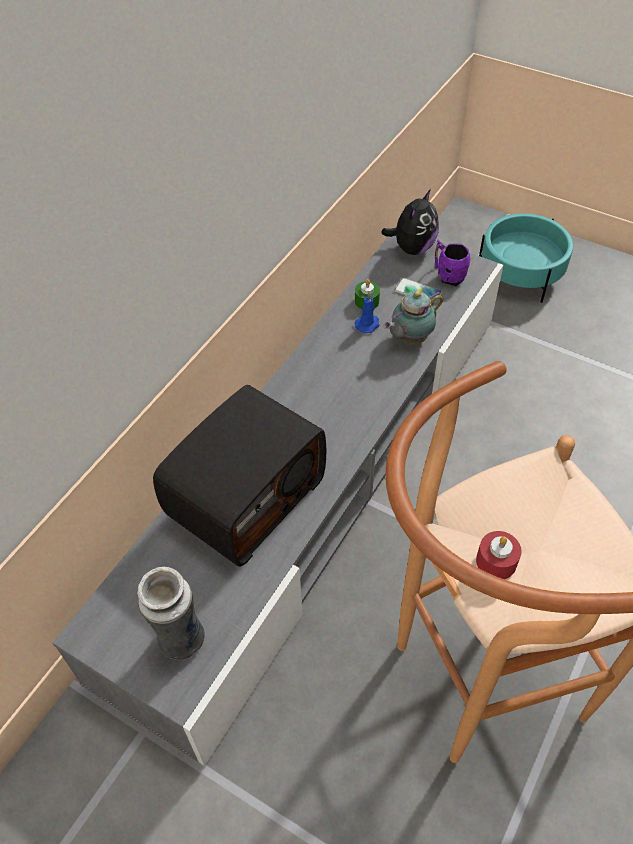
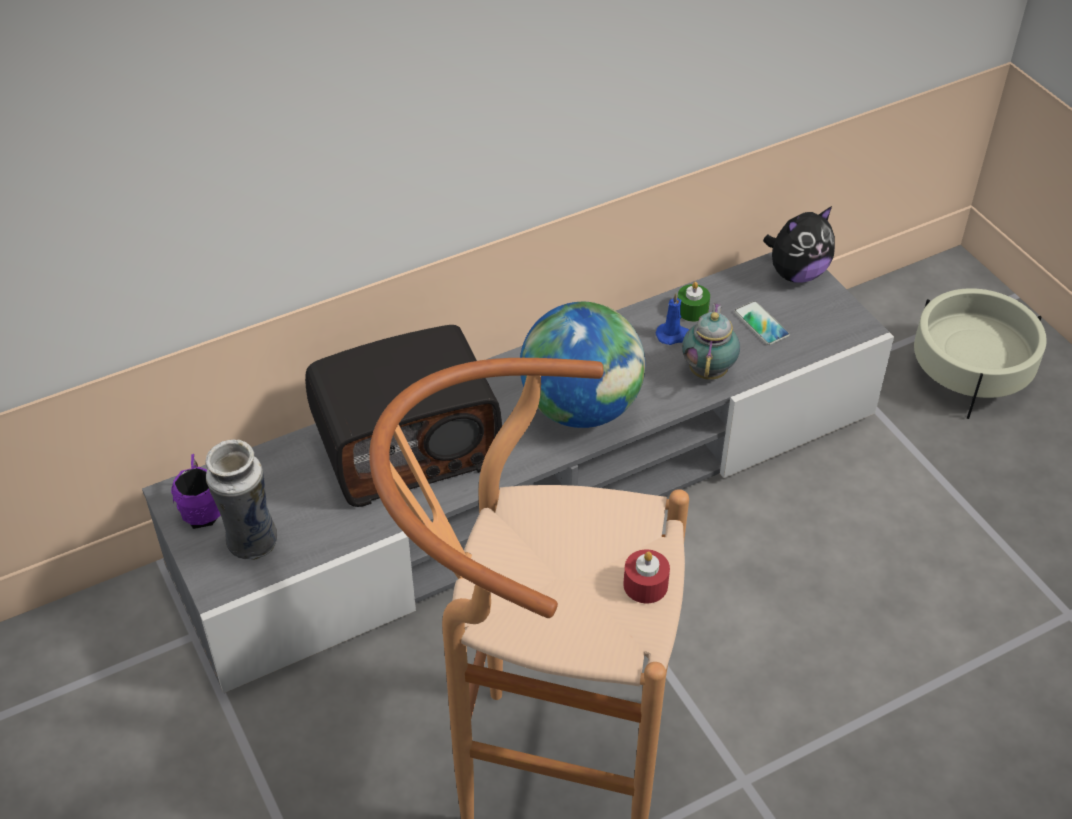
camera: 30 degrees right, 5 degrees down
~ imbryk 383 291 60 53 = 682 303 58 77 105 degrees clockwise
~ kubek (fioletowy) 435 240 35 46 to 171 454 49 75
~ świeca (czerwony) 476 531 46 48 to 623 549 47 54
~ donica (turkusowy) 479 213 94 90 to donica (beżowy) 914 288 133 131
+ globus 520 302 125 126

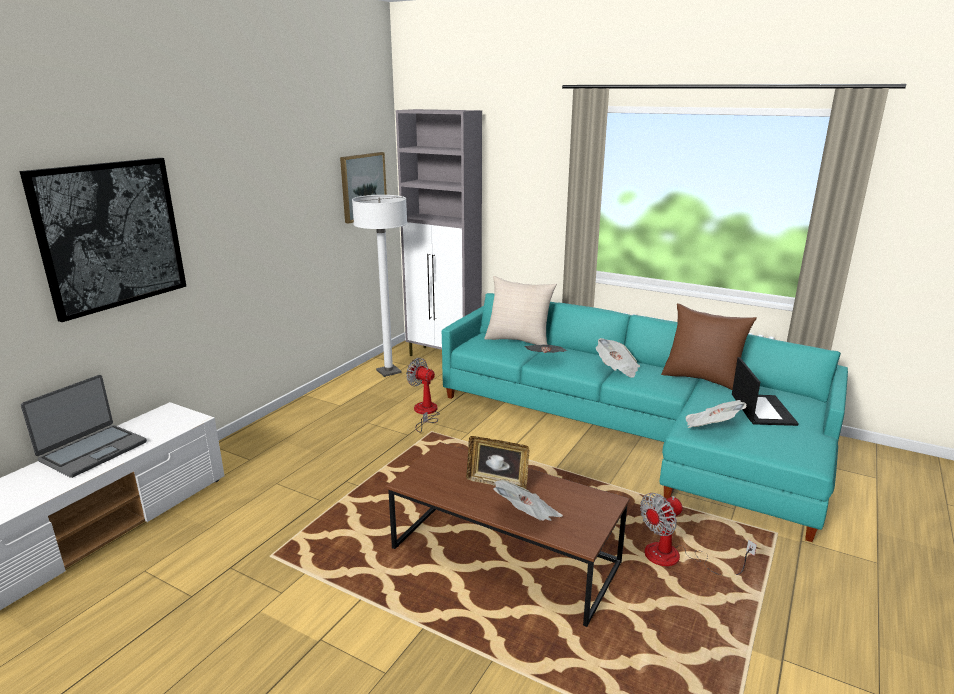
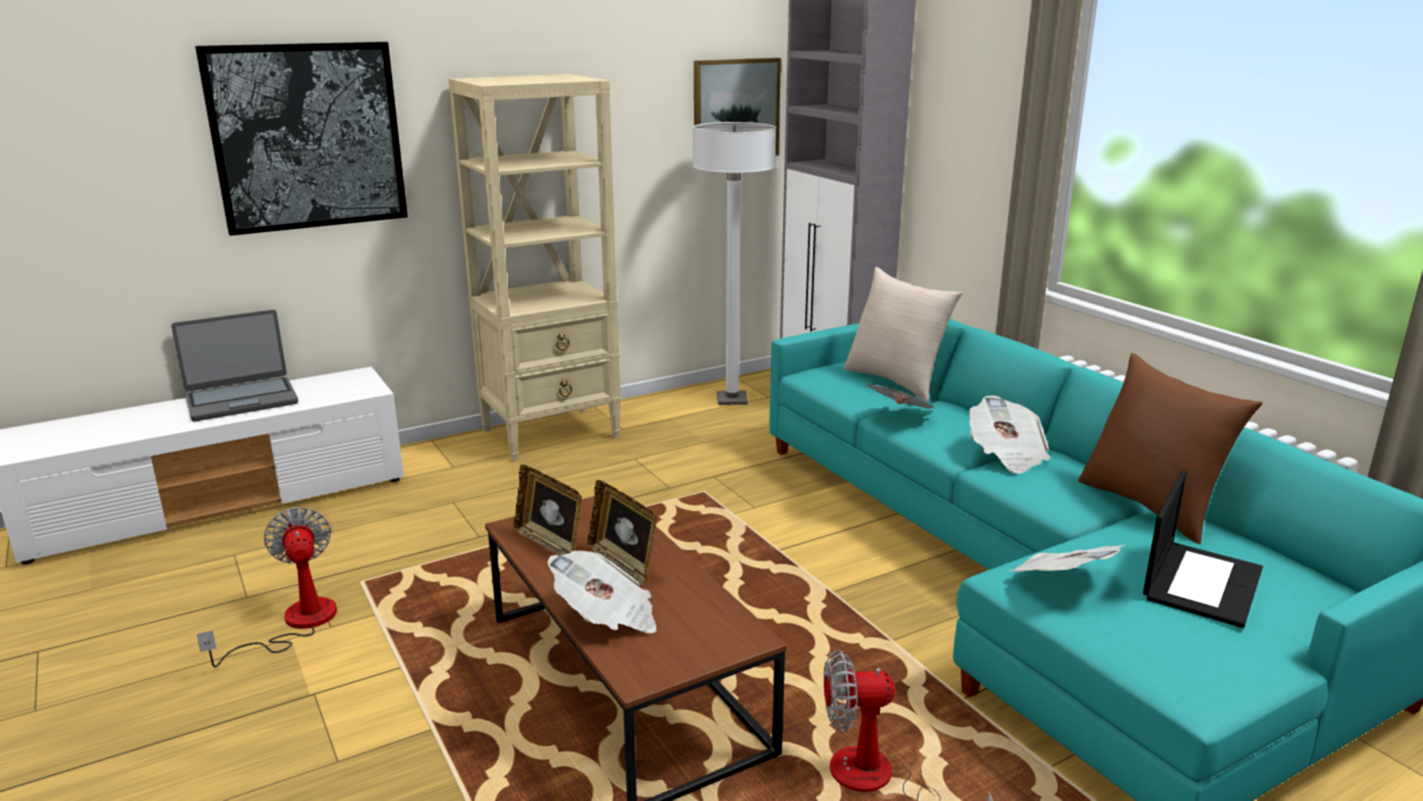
camera: 30 degrees right, 0 degrees up
~ wentylator 406 358 34 75 to 197 507 140 160
+ regał (beżowy) 449 74 172 387
+ ramka na zdjęcie 513 465 69 90

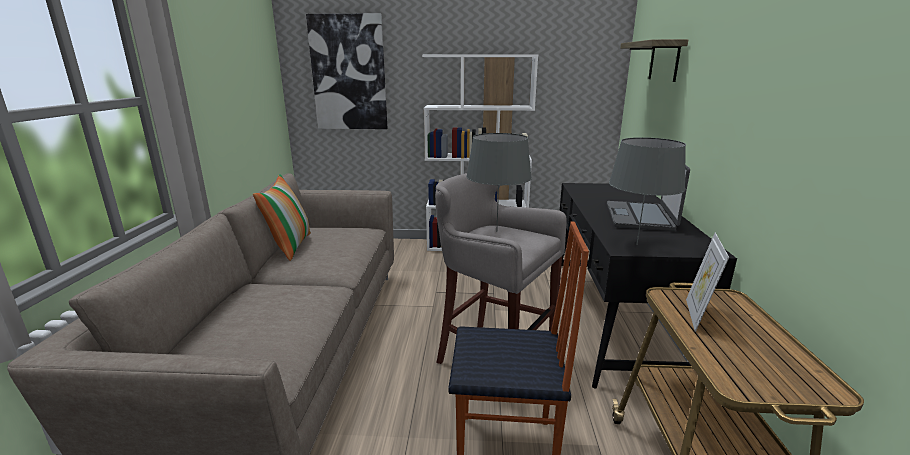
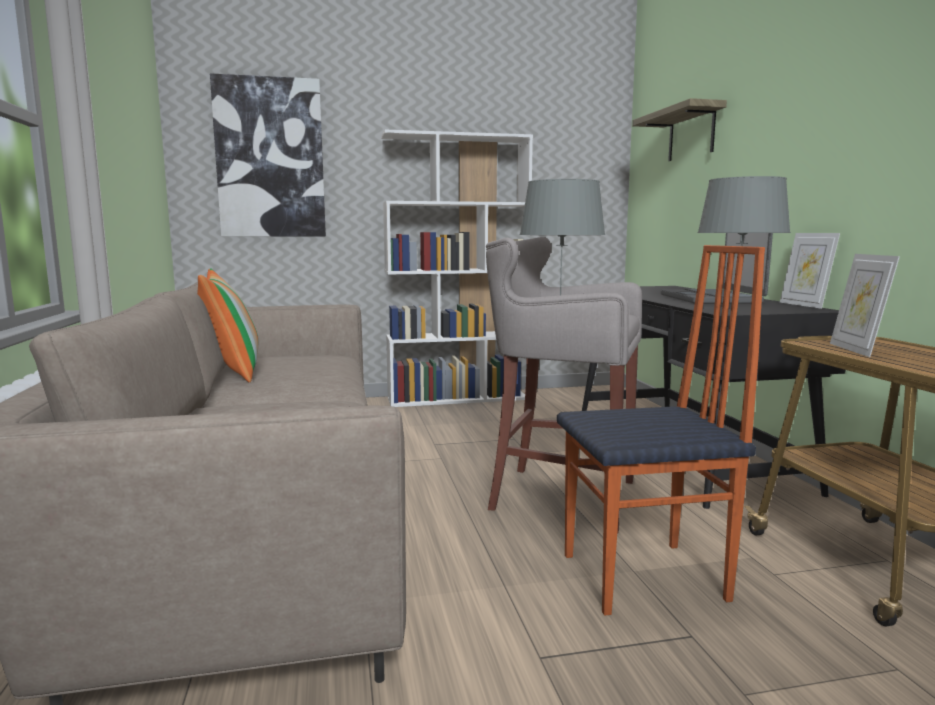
camera: 15 degrees left, 10 degrees down
+ ramka na zdjęcie 780 233 60 76

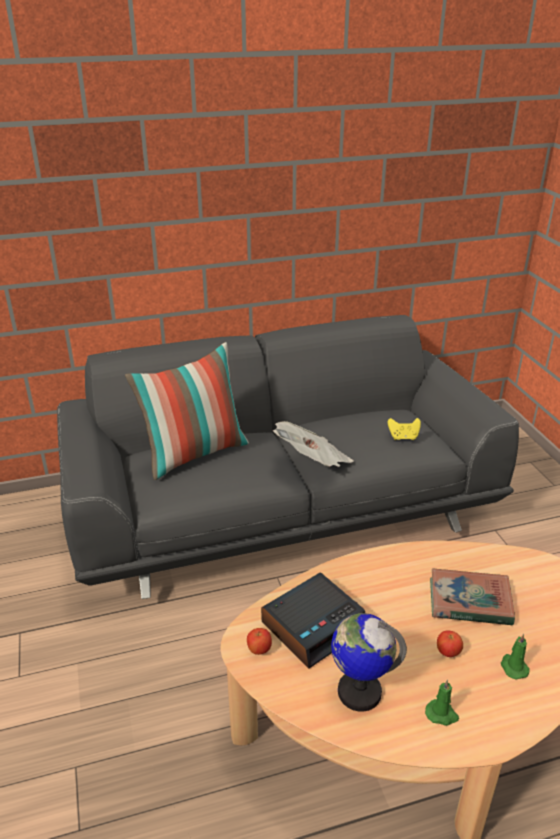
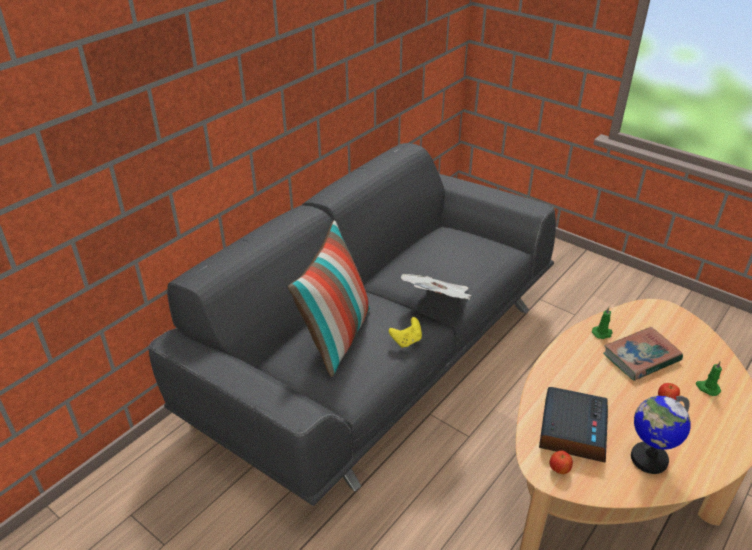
camera: 35 degrees left, 5 degrees up
~ pad do gier (żółty) 388 418 33 22 to 389 317 33 31
~ świeca (zielony) 425 679 34 47 to 592 307 21 32

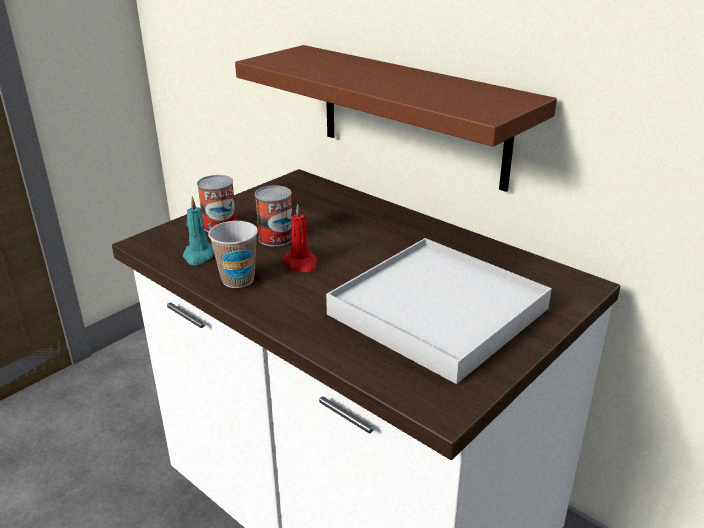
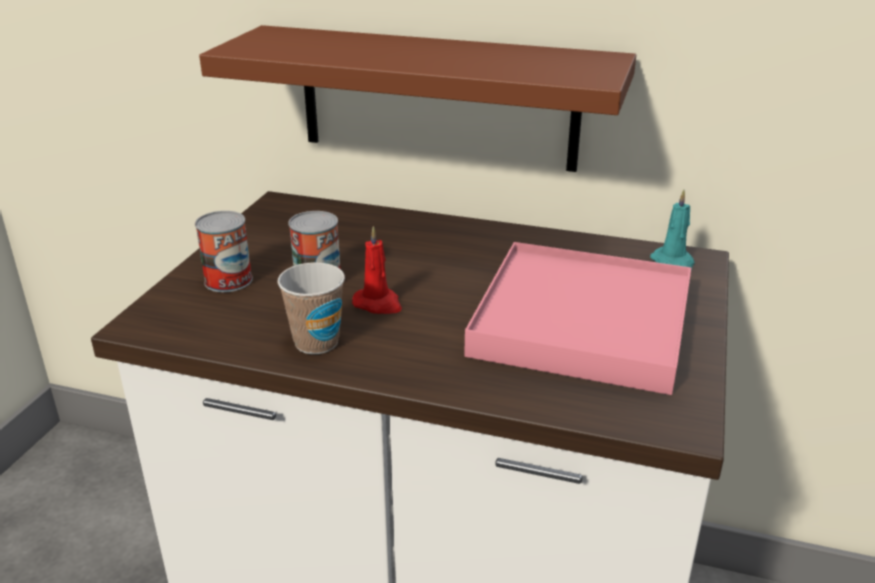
camera: 25 degrees left, 0 degrees up
~ świeca (turkusowy) 183 197 31 68 to 650 190 45 80
~ taca (biały) 326 238 226 146 to taca (różowy) 464 242 227 153

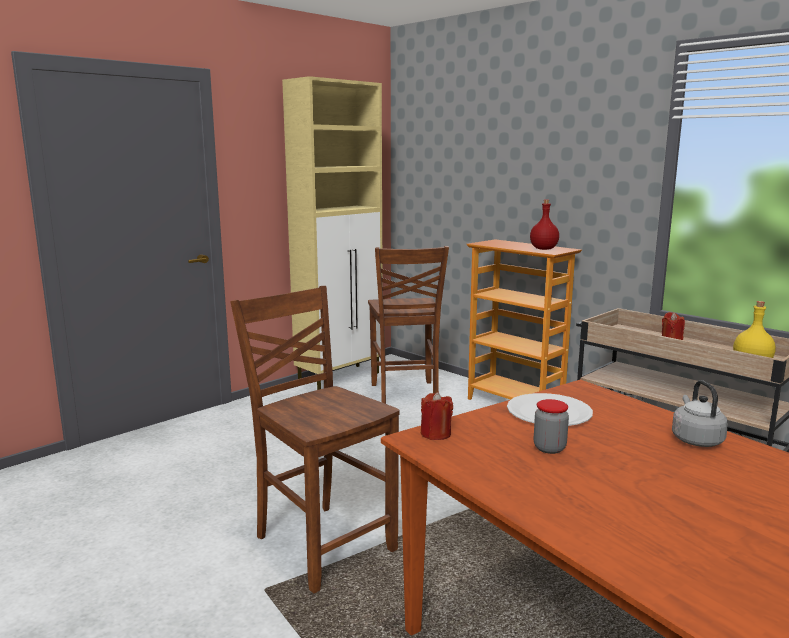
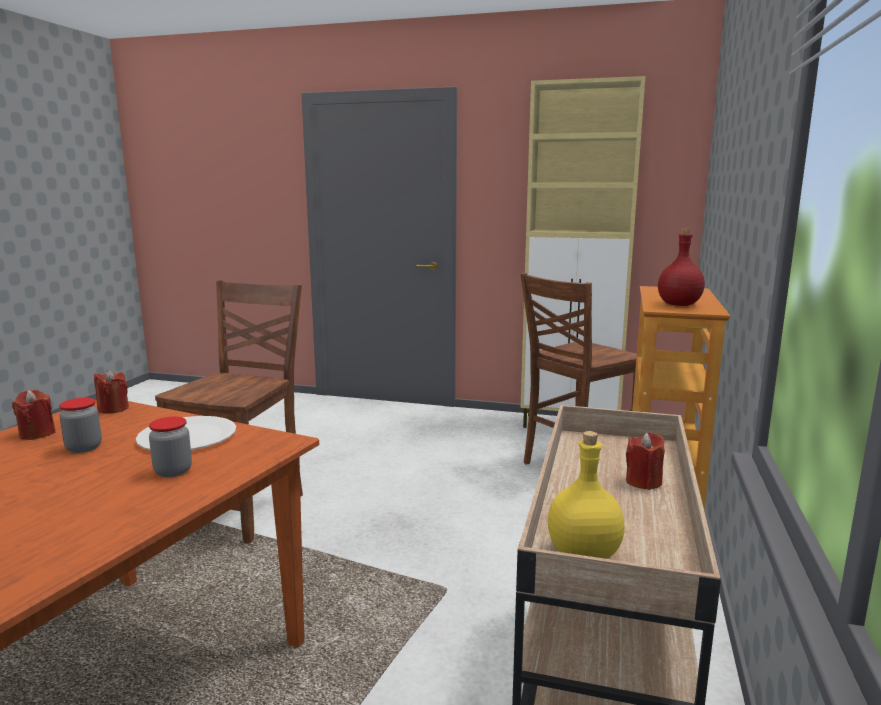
camera: 60 degrees right, 0 degrees up
- czajnik (szary) 672 380 56 67
+ świeca (czerwony) 12 390 44 50
+ słoik 149 417 43 60

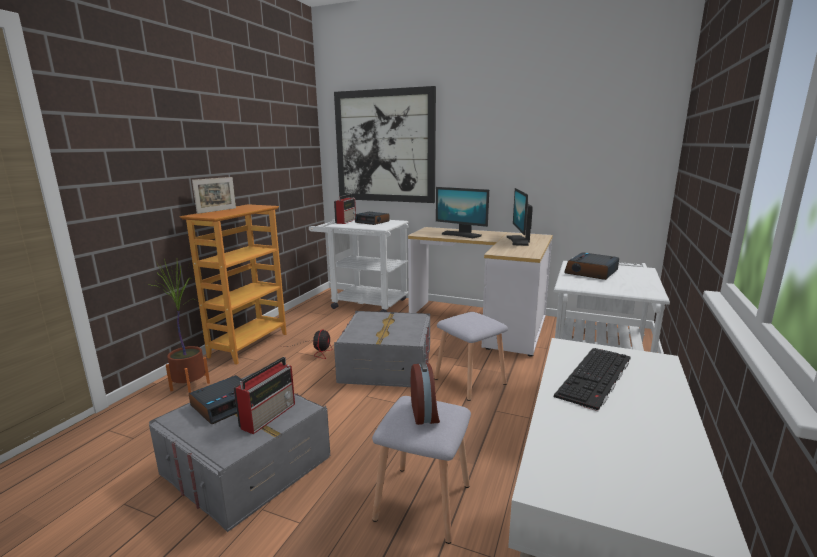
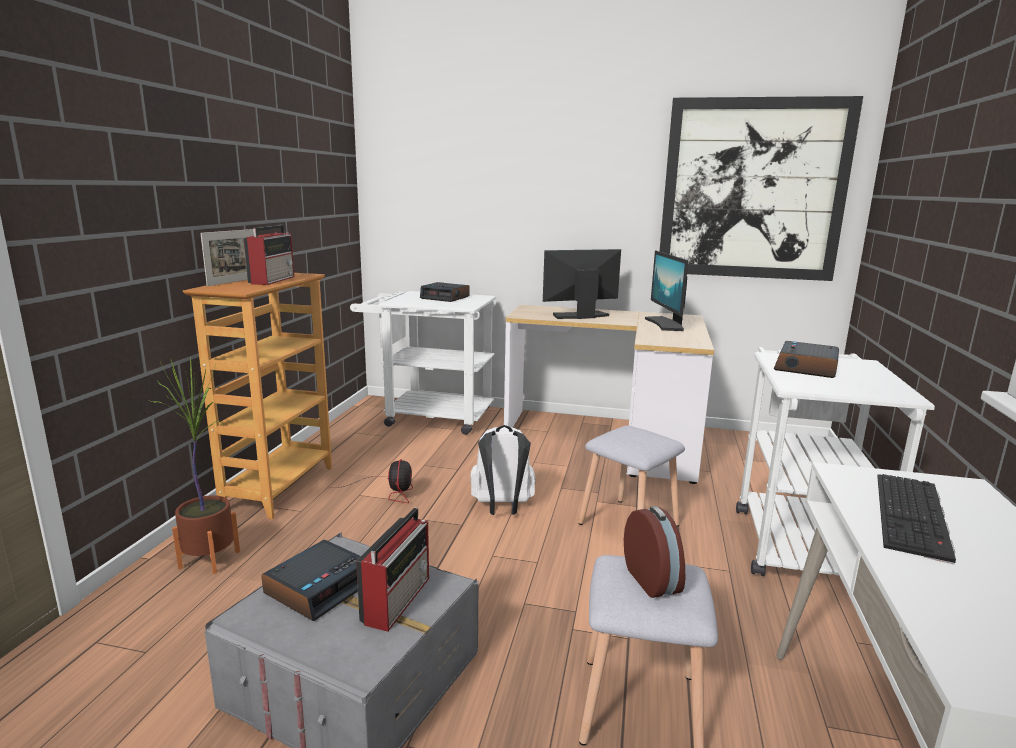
camera: 10 degrees left, 0 degrees up
~ obraz 334 86 102 117 to 659 96 204 185
~ radio 334 194 22 30 to 244 225 51 60
~ pojemnik do przechowywania (szary) 334 311 96 76 to plecak (biały) 470 425 65 90
~ monitor 436 187 53 51 = 543 249 78 70 135 degrees clockwise

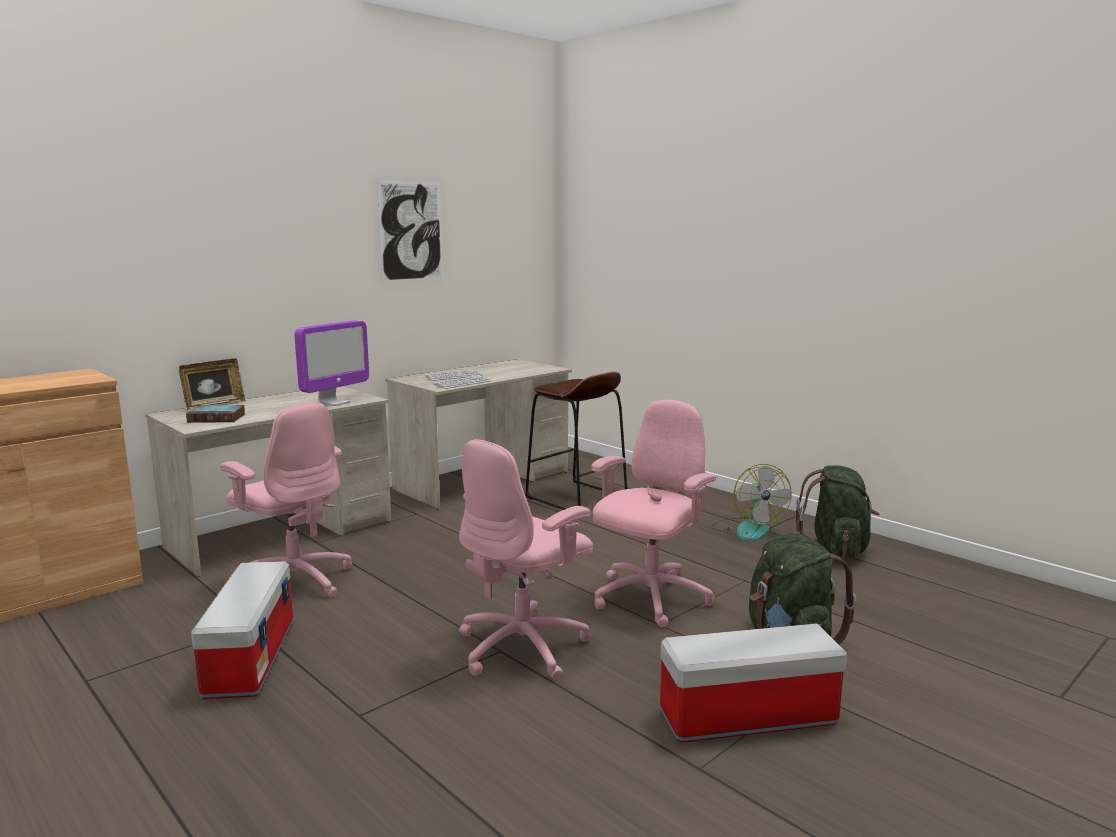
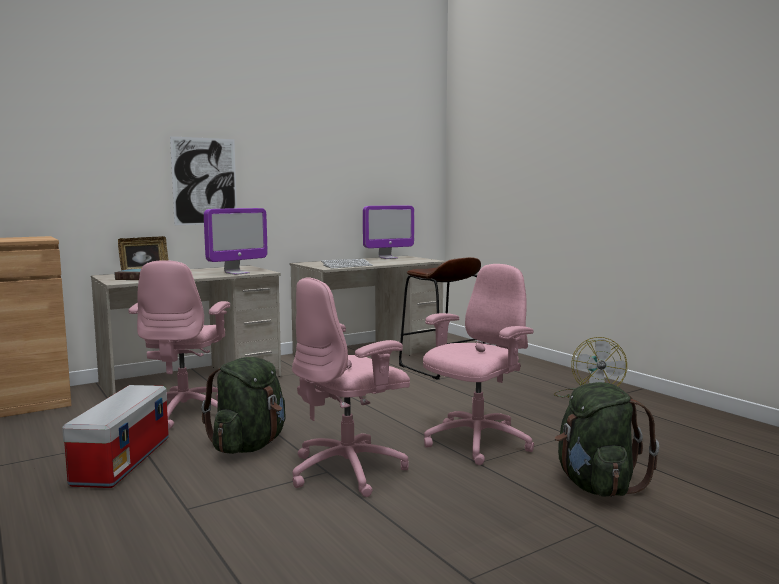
camera: 10 degrees right, 5 degrees down
~ krzesło biurowe (różowy) 220 402 132 196 = 128 260 102 170 45 degrees clockwise
~ obraz 377 180 66 102 to 170 136 67 89
- pojemnik do przechowywania 660 623 187 120
~ plecak (zielony) 796 465 83 93 to 202 357 84 97
+ monitor 363 206 51 53

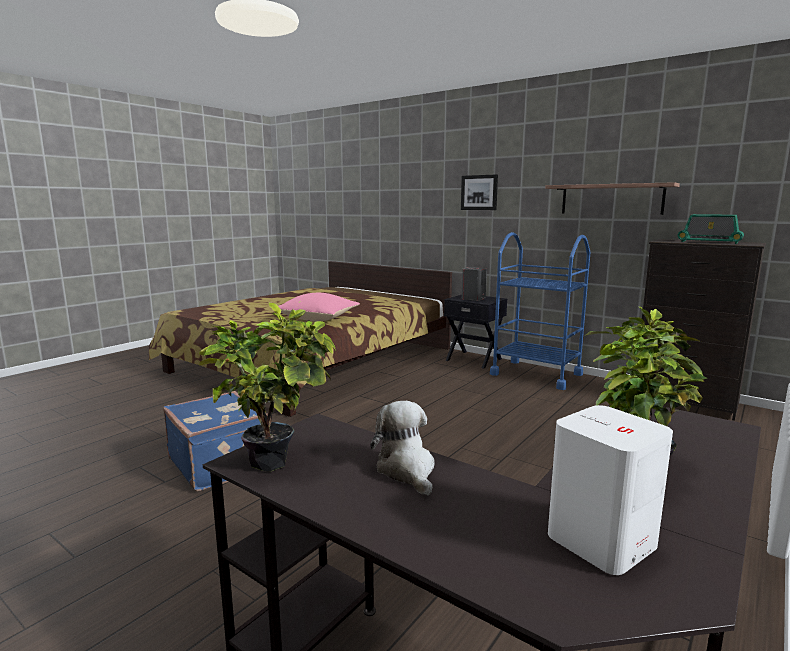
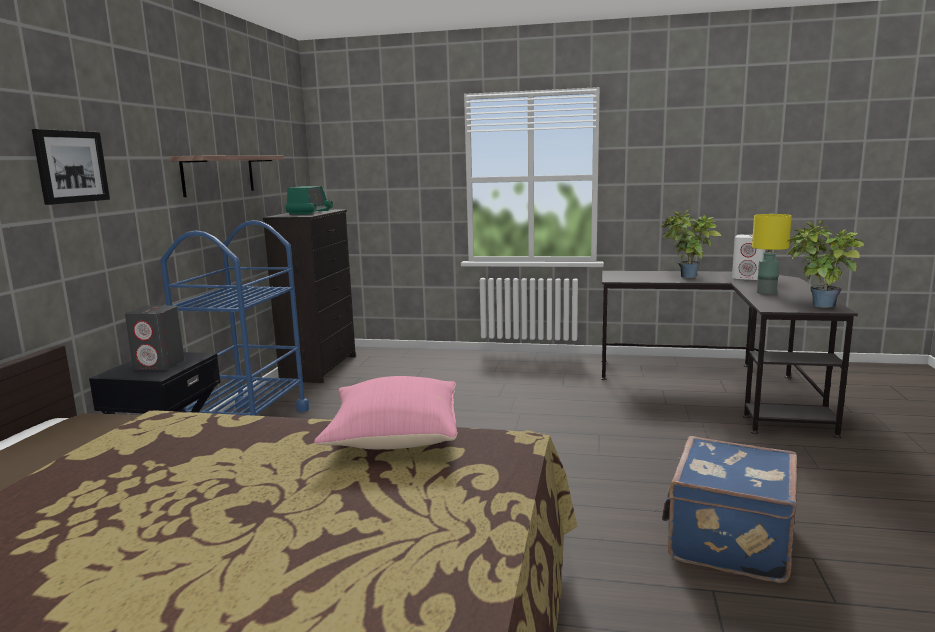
camera: 115 degrees left, 0 degrees up
~ pluszak 370 401 65 95 to lampa stołowa (żółty) 752 214 40 81

